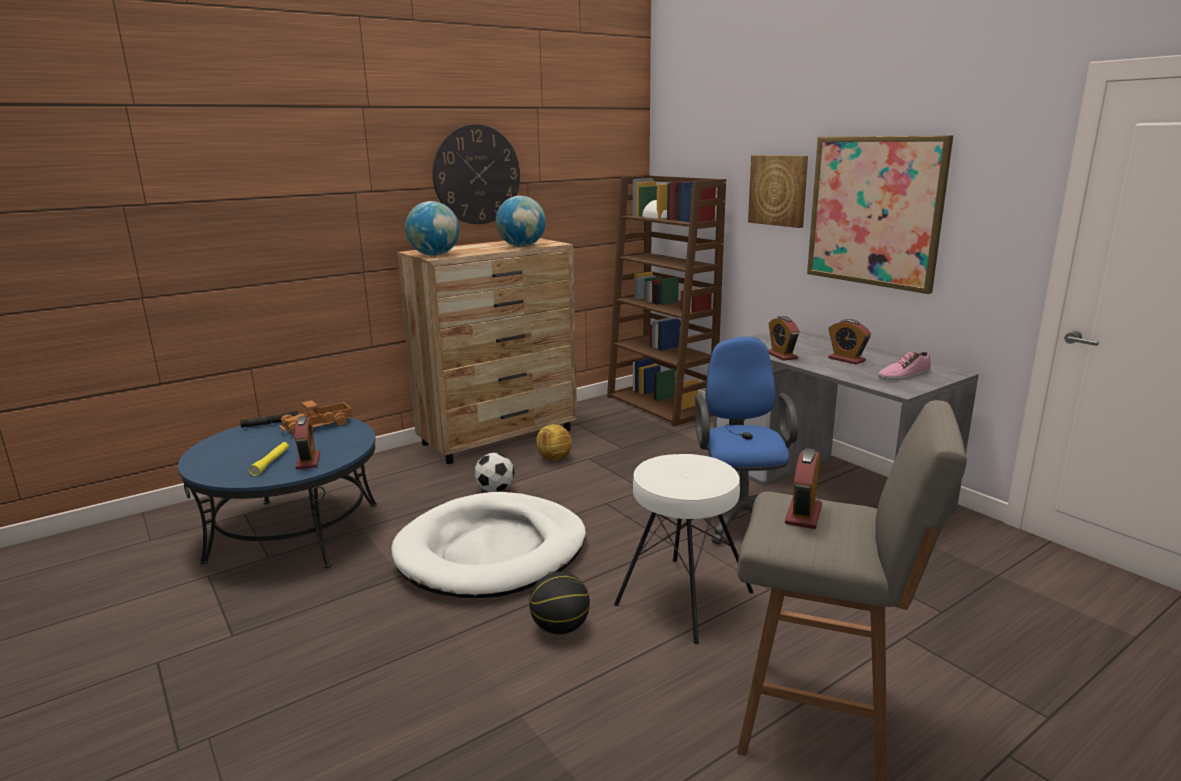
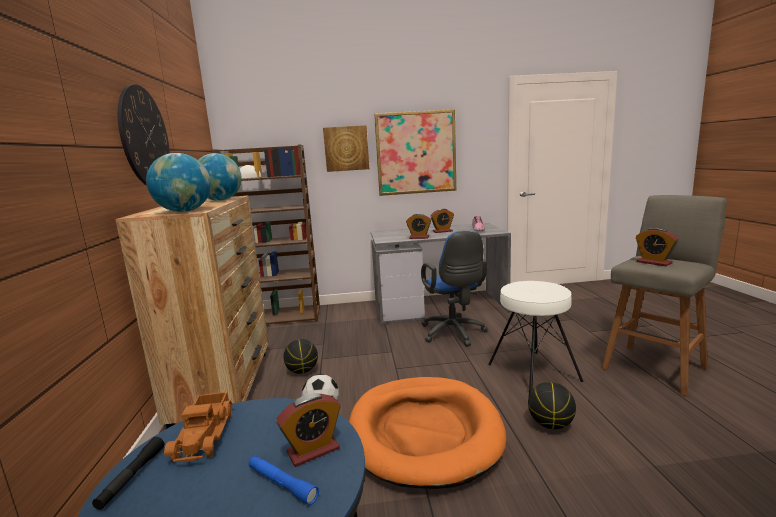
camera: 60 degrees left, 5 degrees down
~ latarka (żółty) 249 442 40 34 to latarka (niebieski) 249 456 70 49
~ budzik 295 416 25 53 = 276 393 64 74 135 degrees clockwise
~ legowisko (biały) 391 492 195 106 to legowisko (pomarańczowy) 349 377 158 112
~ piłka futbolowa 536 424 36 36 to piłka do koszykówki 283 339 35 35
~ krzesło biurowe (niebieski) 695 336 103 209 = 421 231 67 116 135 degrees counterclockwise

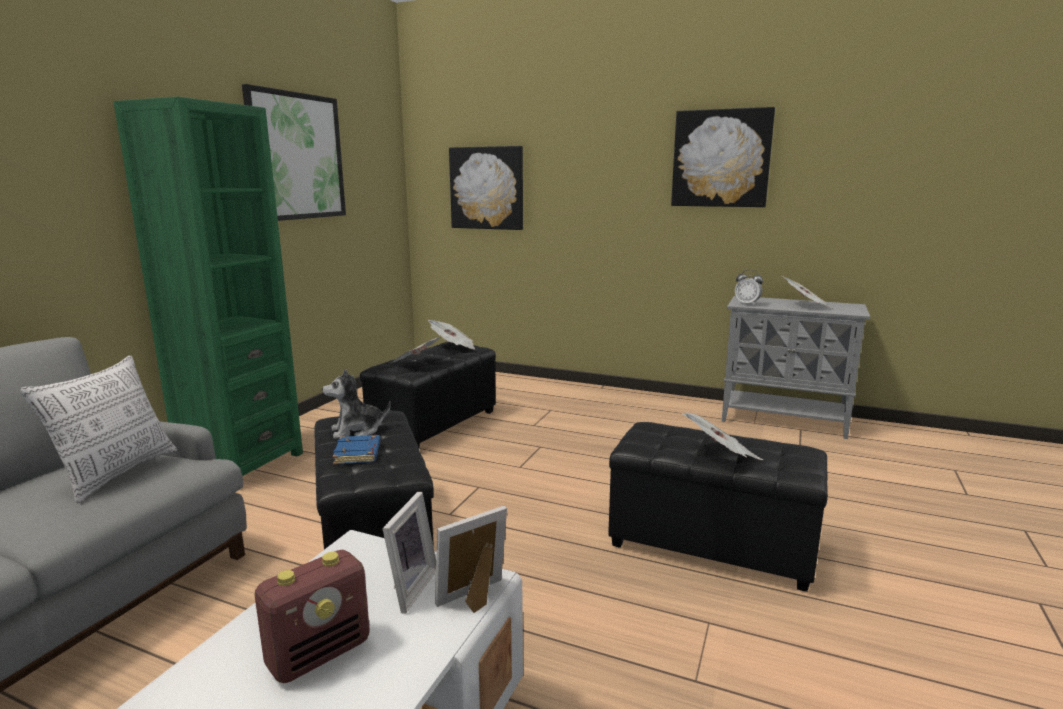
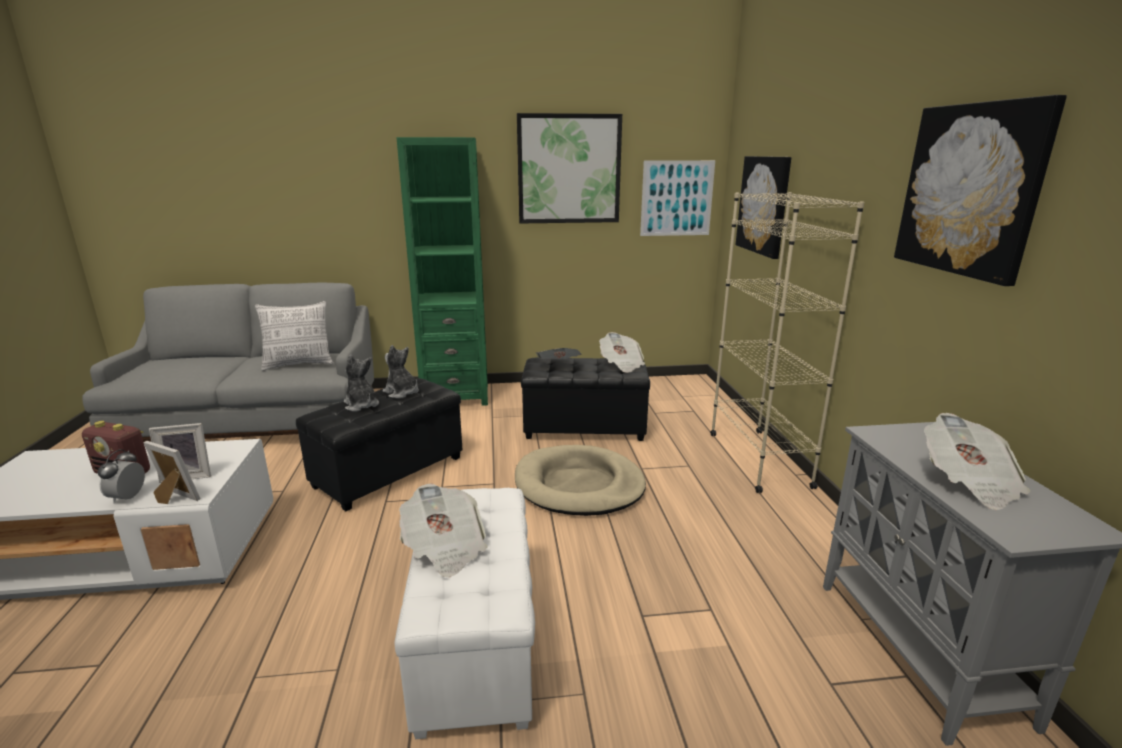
camera: 60 degrees right, 5 degrees up
~ książka (niebieski) 333 435 47 29 to pluszak 344 355 35 57
~ pufa (czarny) 608 422 220 170 to pufa (biały) 395 488 140 251
~ budzik 735 270 28 36 to 98 449 47 55
+ legowisko (beżowy) 515 445 131 71
+ obraz 640 160 75 76
+ regał (beżowy) 710 192 154 301

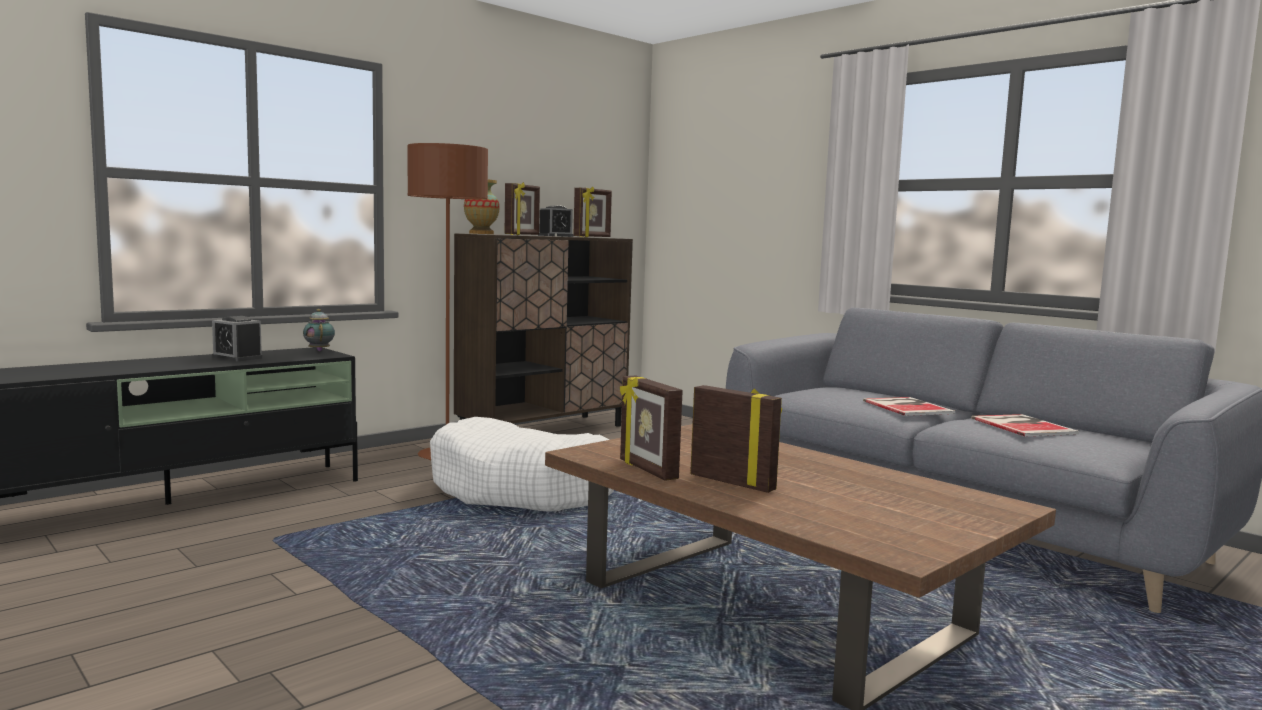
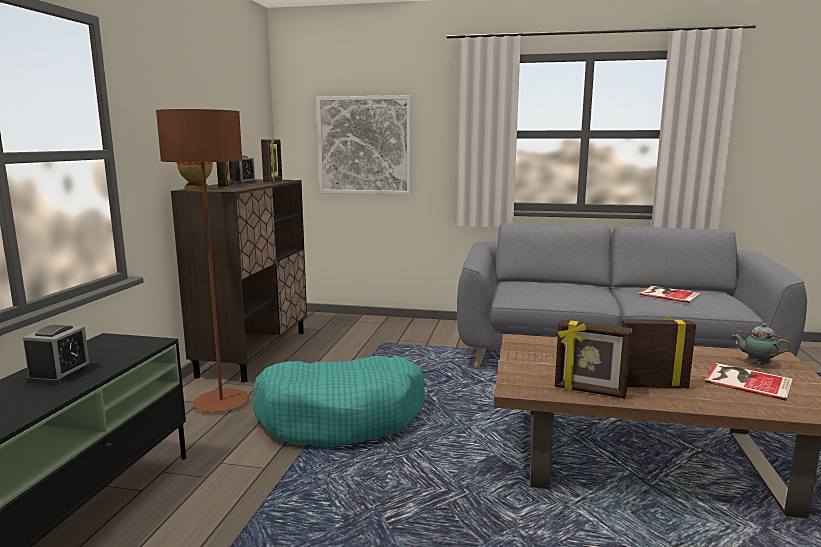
camera: 35 degrees left, 5 degrees up
~ budzik 212 316 51 45 = 23 325 69 59 75 degrees counterclockwise
~ imbryk 303 309 32 42 to 732 323 59 42
~ legowisko (biały) 430 417 184 95 to legowisko (turkusowy) 253 356 172 92
~ książka 863 397 92 19 to 704 363 89 38
+ obraz 316 95 95 100

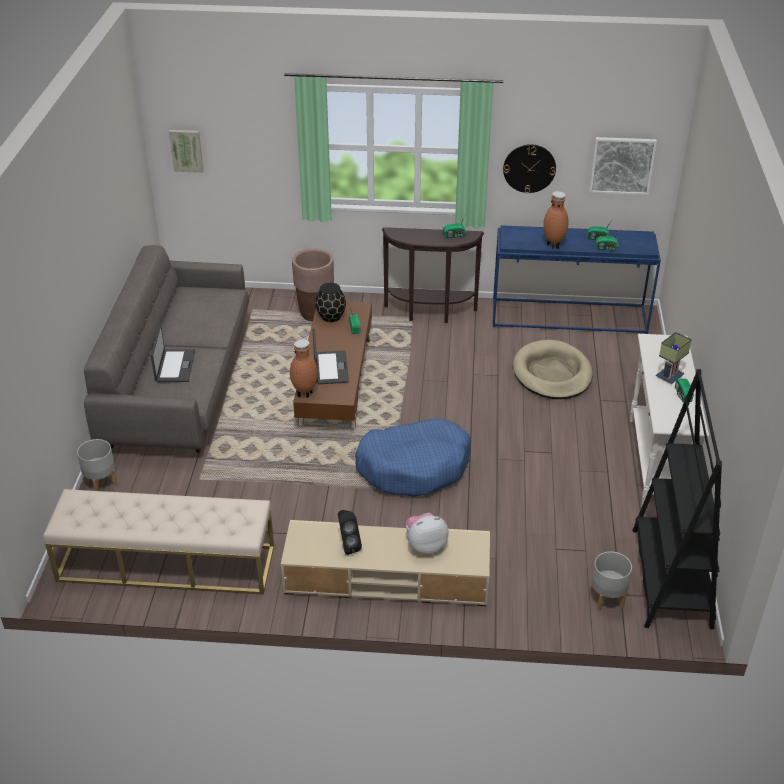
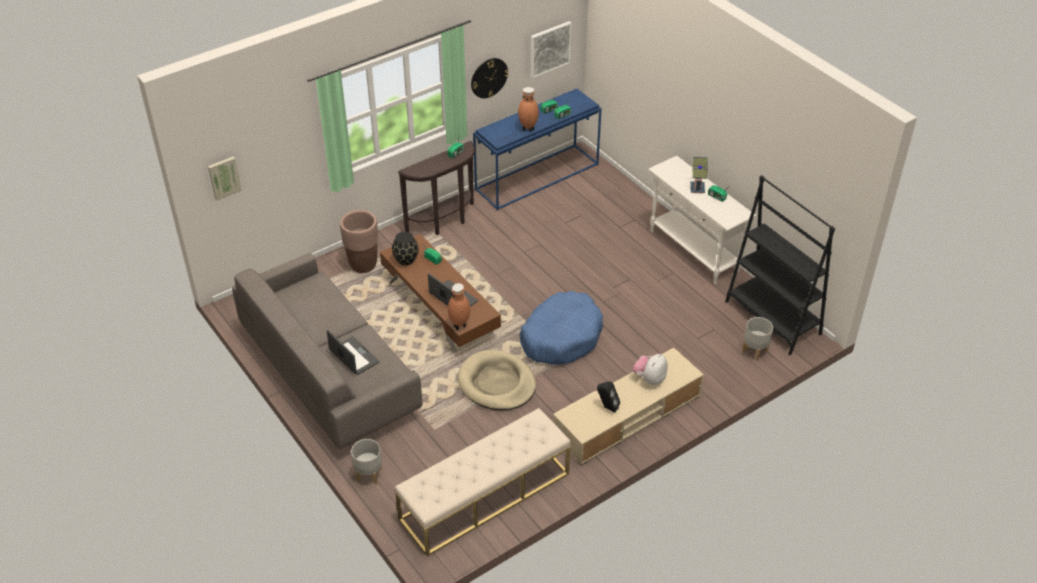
camera: 40 degrees left, 5 degrees up
~ legowisko (beżowy) 513 340 80 59 to 458 350 78 60

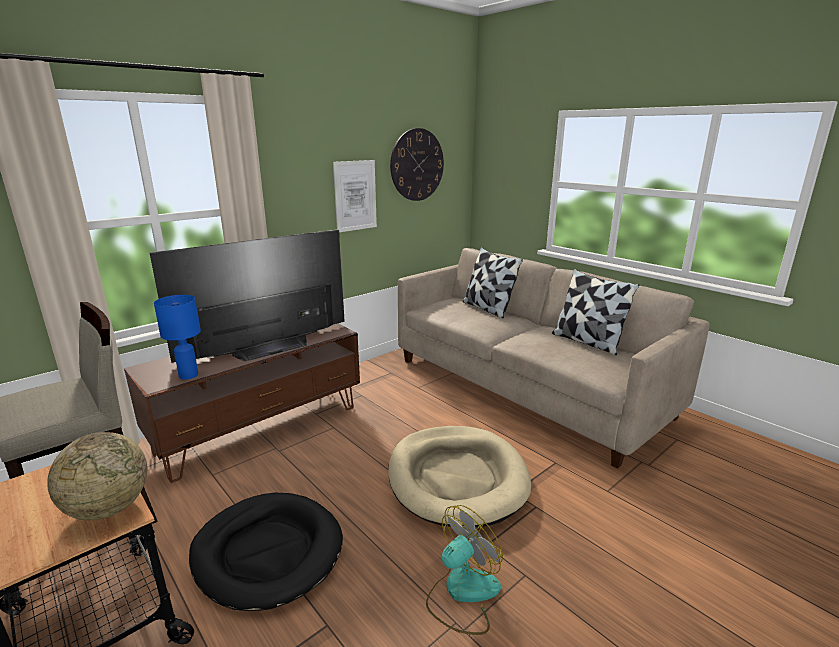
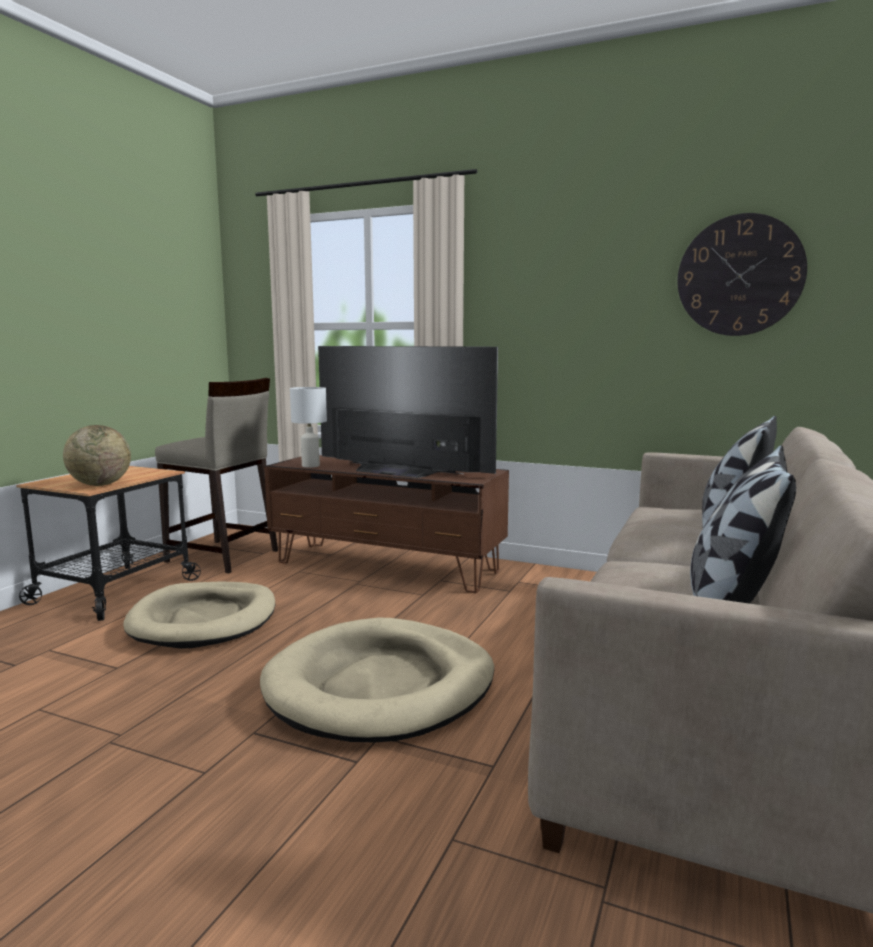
camera: 65 degrees right, 10 degrees down
~ lampa stołowa (niebieski) 154 295 47 85 to lampa stołowa (biały) 290 387 37 81
~ legowisko (czarny) 189 493 154 118 to legowisko (beżowy) 123 582 152 67
- obraz 333 160 44 72
- wentylator 426 505 77 130

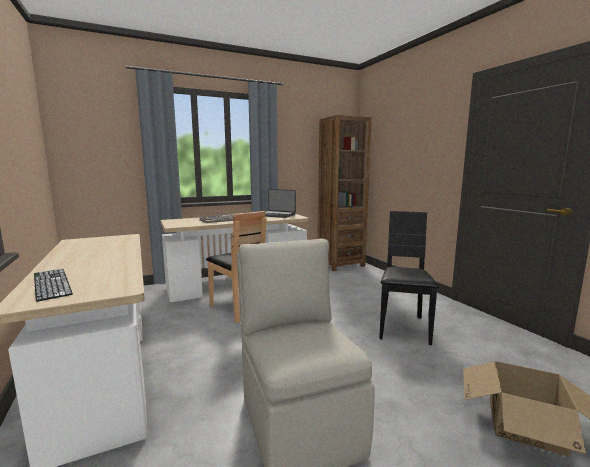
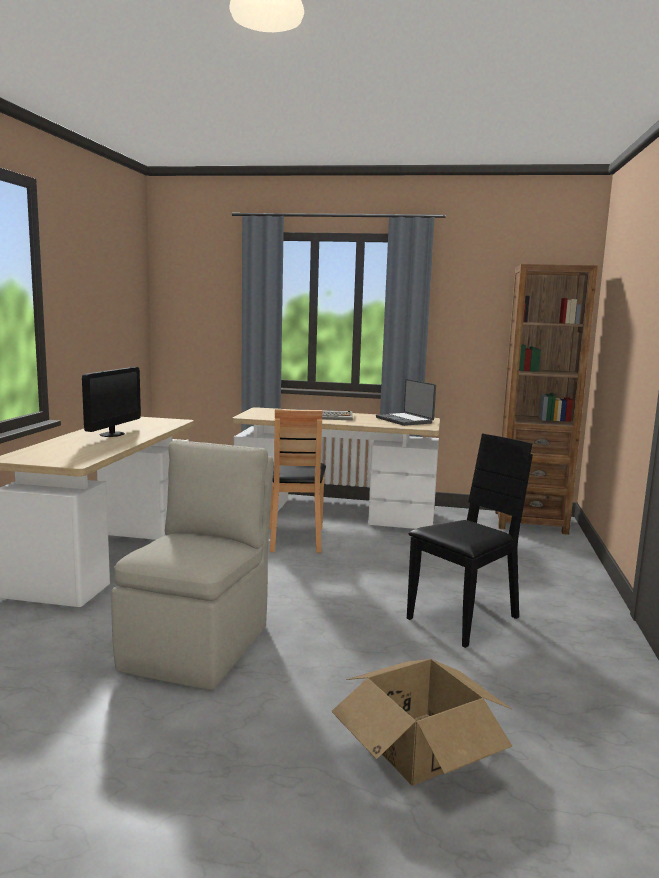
camera: 35 degrees right, 0 degrees up
- klawiatura 34 269 39 33
+ monitor 82 367 59 70

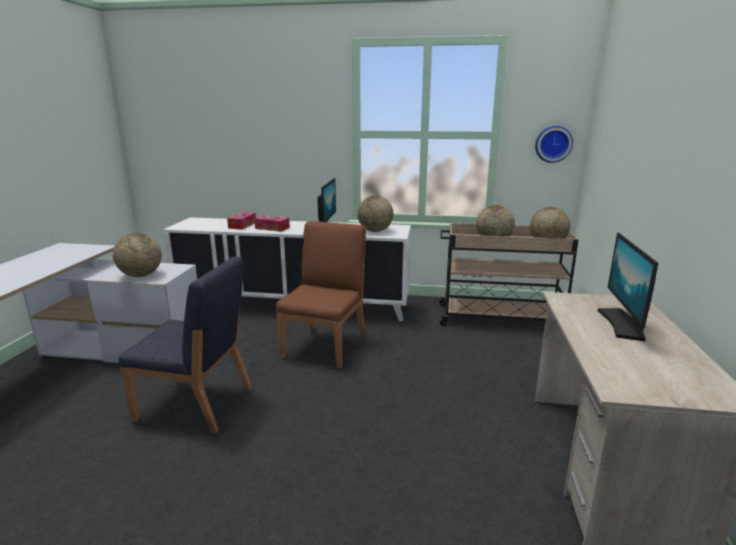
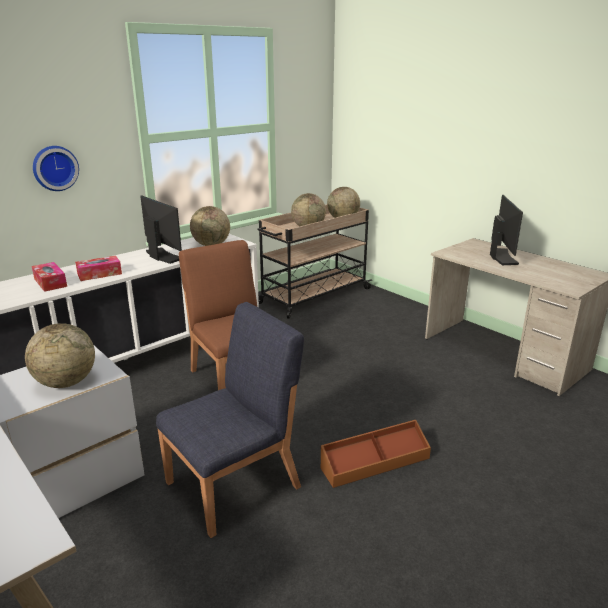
camera: 50 degrees left, 5 degrees up
~ zegar ścienny 535 126 38 37 to 33 146 46 45
~ monitor 598 232 60 109 = 490 195 33 70 135 degrees counterclockwise
+ pojemnik do przechowywania (brązowy) 321 420 110 68

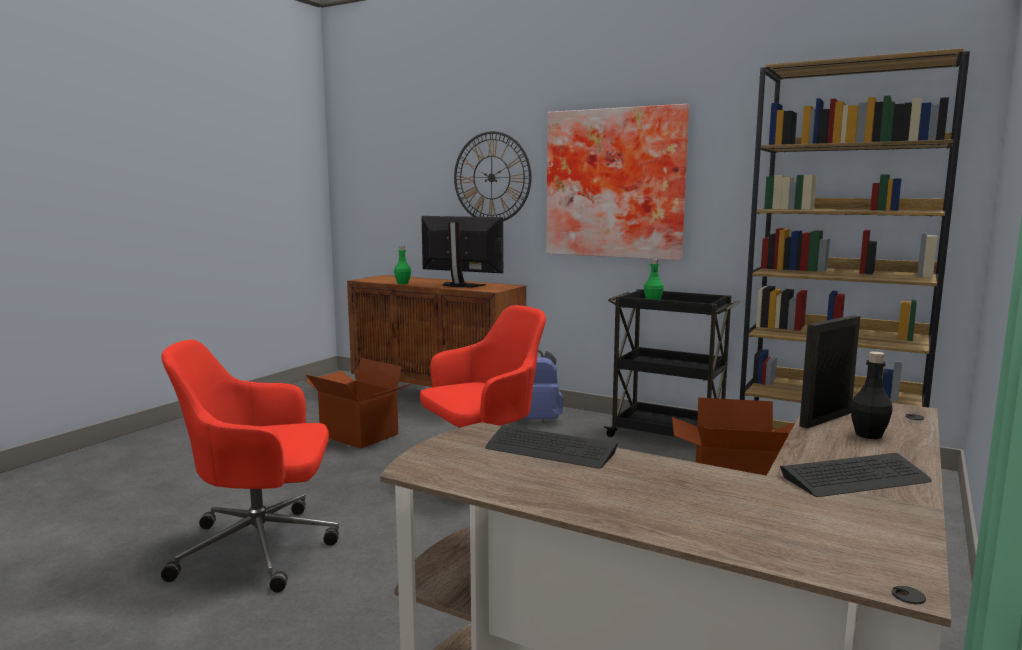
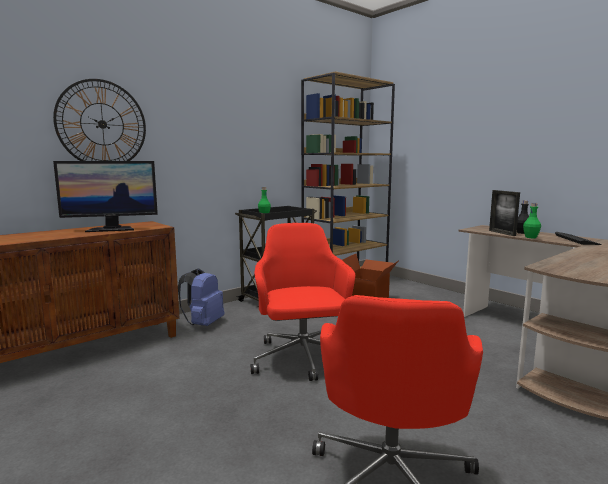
camera: 70 degrees left, 0 degrees up
- karton 305 358 105 91
~ butelka (zielony) 394 246 17 38 to 523 203 18 35
~ monitor 422 216 81 72 = 53 161 105 71 150 degrees counterclockwise
- klawiatura 486 425 132 44
- obraz 546 104 143 156

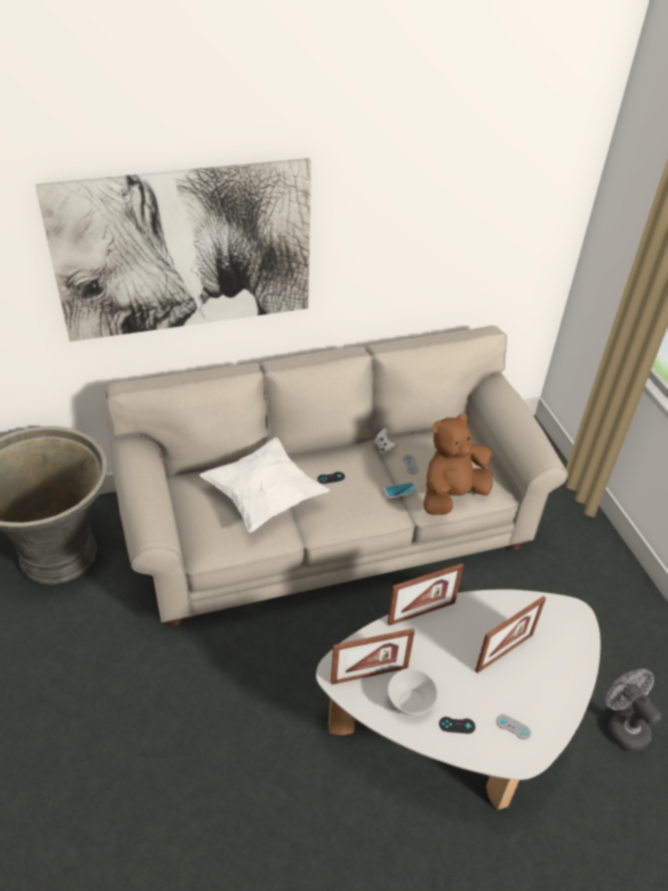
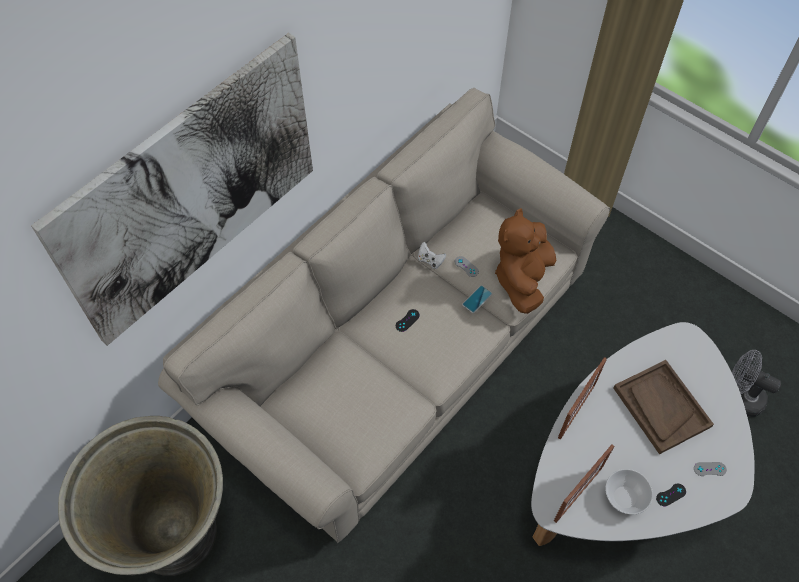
camera: 30 degrees left, 15 degrees up
- poduszka (biały) 199 437 131 96
~ ramka na zdjęcie 475 596 71 77 to taca (brązowy) 613 360 101 94

